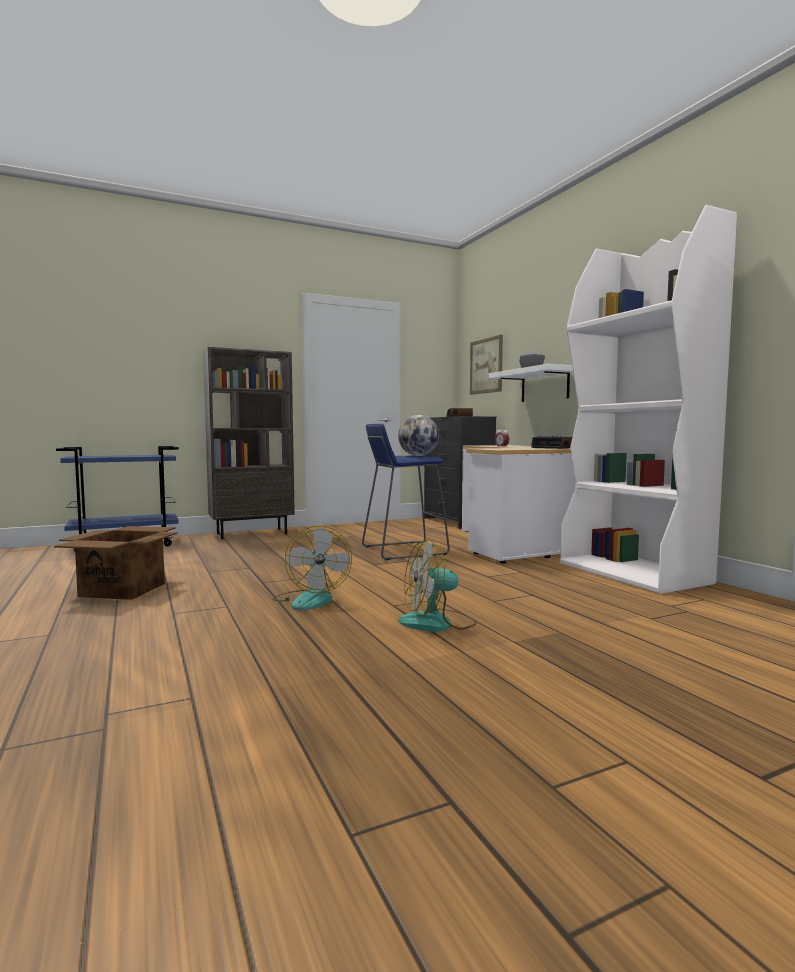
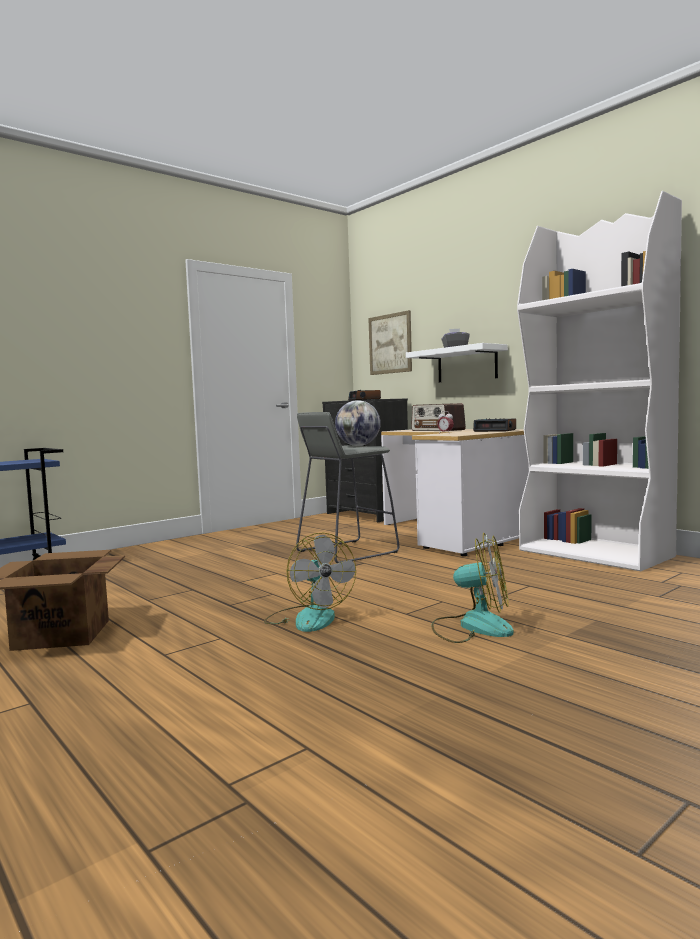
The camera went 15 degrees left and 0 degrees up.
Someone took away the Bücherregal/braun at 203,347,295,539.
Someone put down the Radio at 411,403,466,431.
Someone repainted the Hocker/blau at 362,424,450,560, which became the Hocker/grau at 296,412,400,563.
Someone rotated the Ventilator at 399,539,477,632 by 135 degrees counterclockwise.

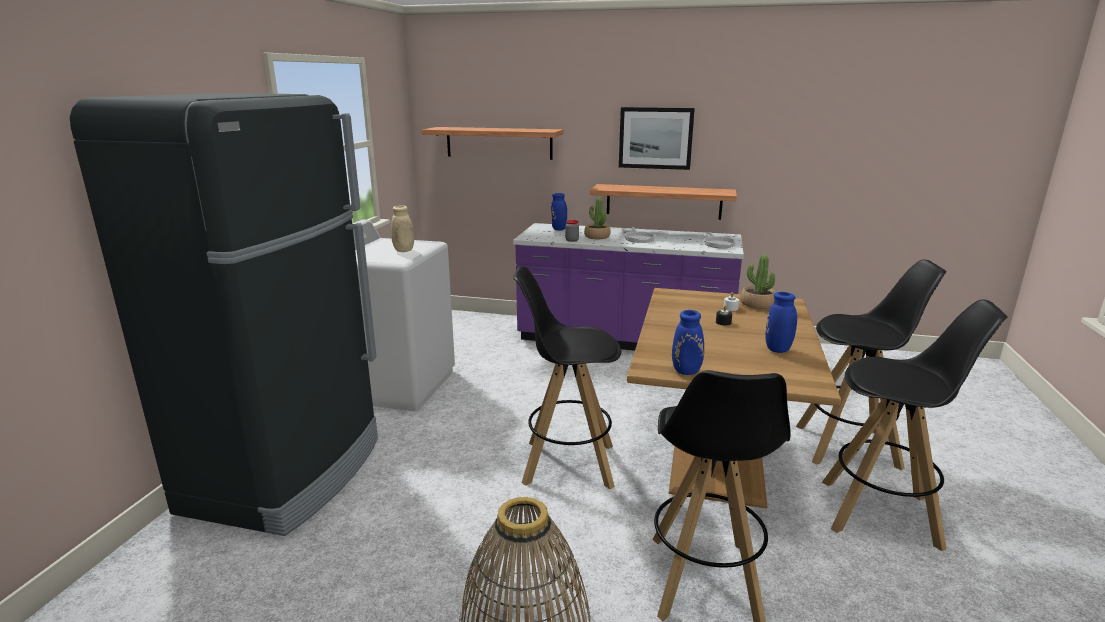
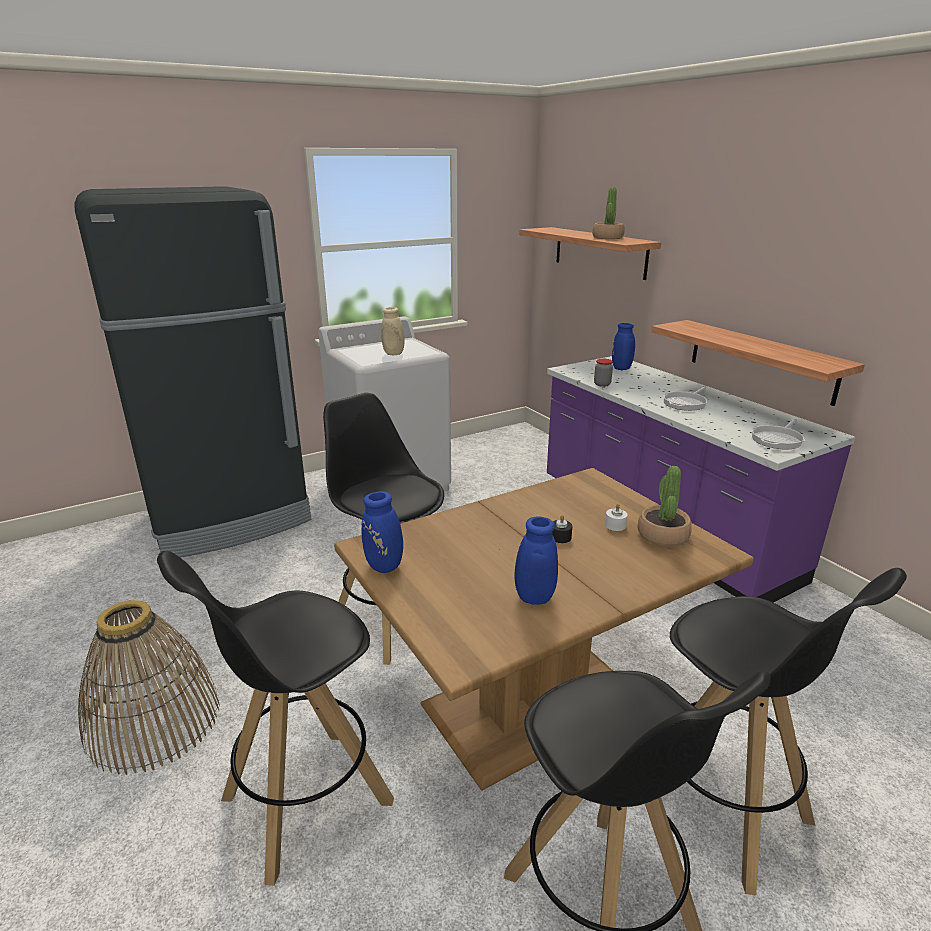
The camera went 45 degrees right and 5 degrees up.
Someone took away the Bild at 619,107,695,170.
Someone carried the Topfpflanze from 584,198,611,239 to 592,187,625,239.

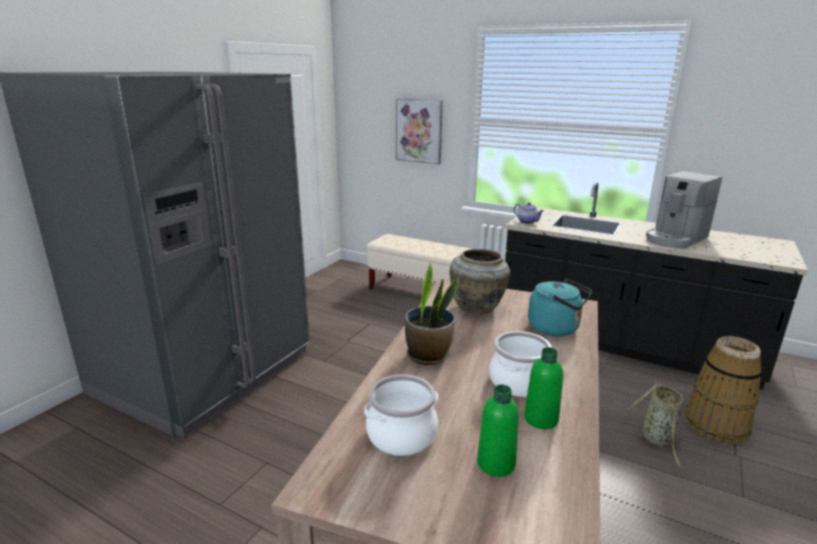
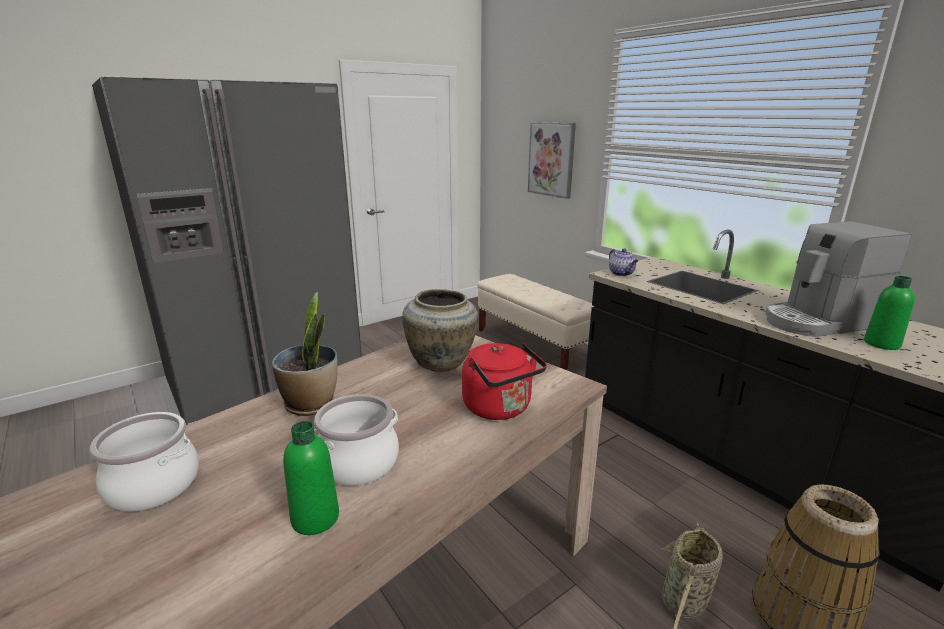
The camera went 25 degrees right and 0 degrees up.
Someone carried the Flasche/grün from 477,384,519,477 to 864,276,915,350.
Someone repainted the Wasserkessel/türkis at 528,278,592,336, which became the Wasserkessel/rot at 462,343,547,420.

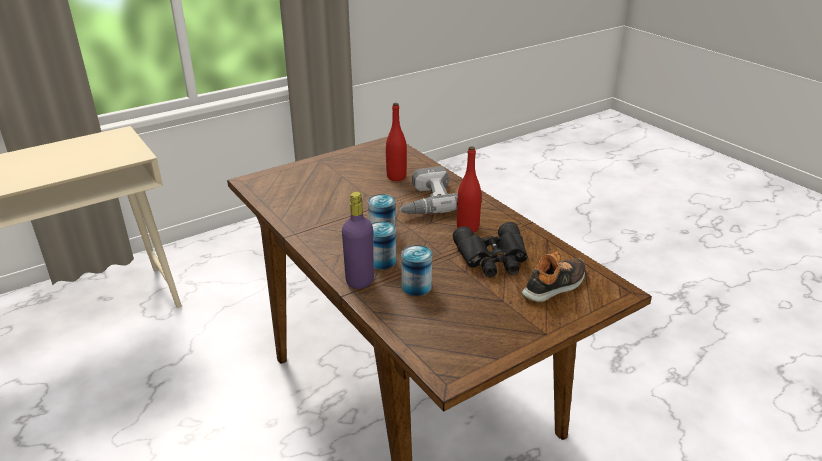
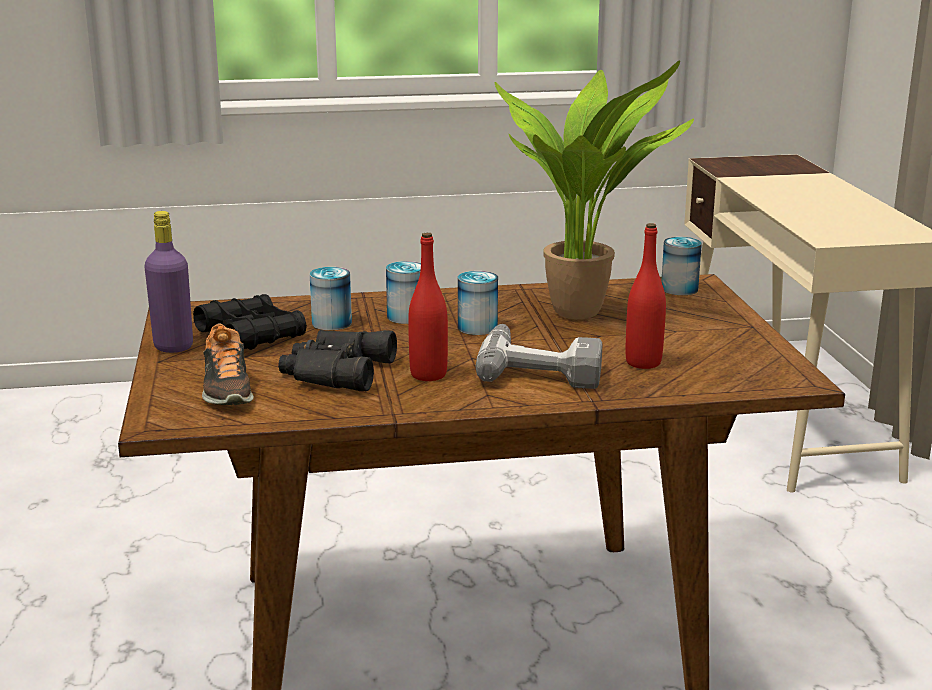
The camera went 115 degrees right and 10 degrees down.
Someone put down the Fernglas/schwarz at 193,294,307,350.
Someone put down the Topfpflanze at 495,60,694,319.
Someone put down the Dose at 661,237,702,295.
Someone carried the Flasche/lila from 342,192,374,289 to 145,211,193,353.

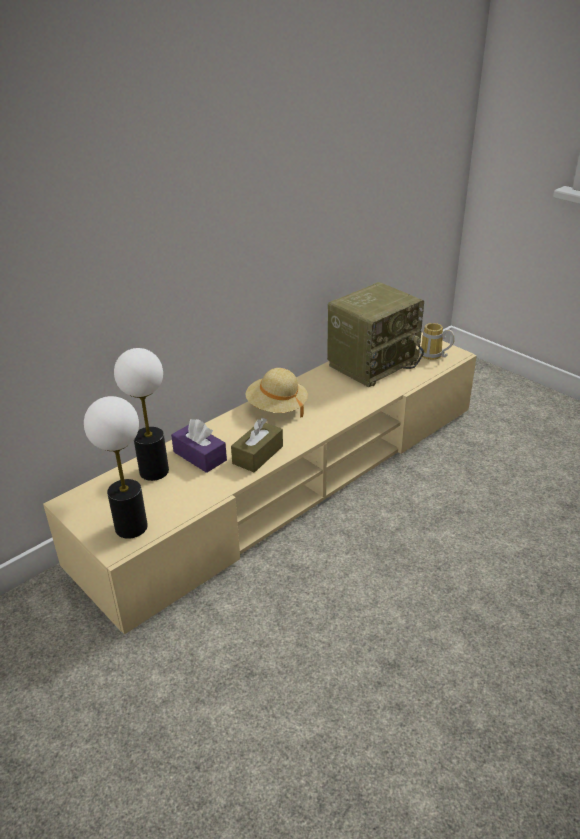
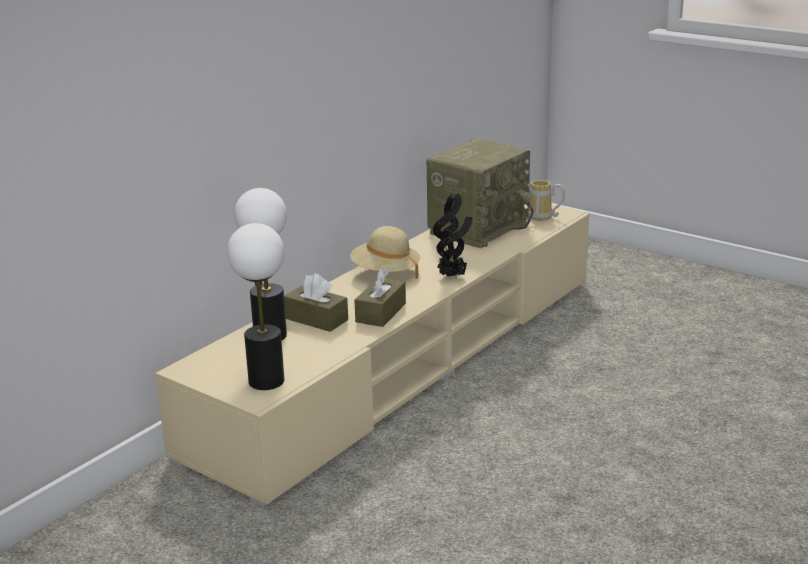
The camera went 10 degrees left and 10 degrees down.
Someone put down the Topfpflanze at 433,193,472,278.
Someone repainted the Taschentuchbox/lila at 171,419,227,473, which became the Taschentuchbox/braun at 284,273,348,332.

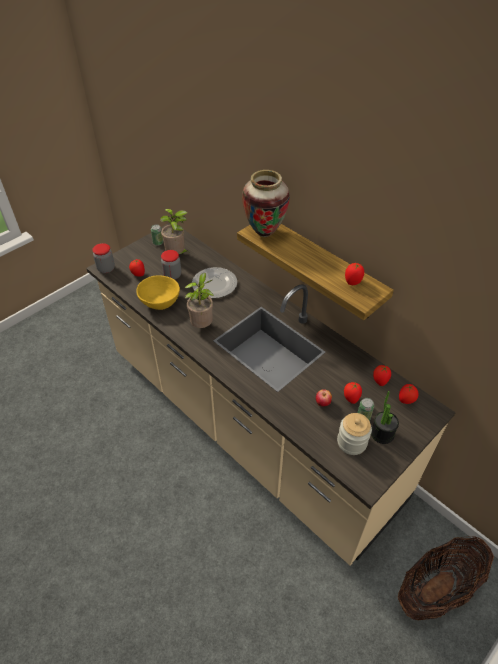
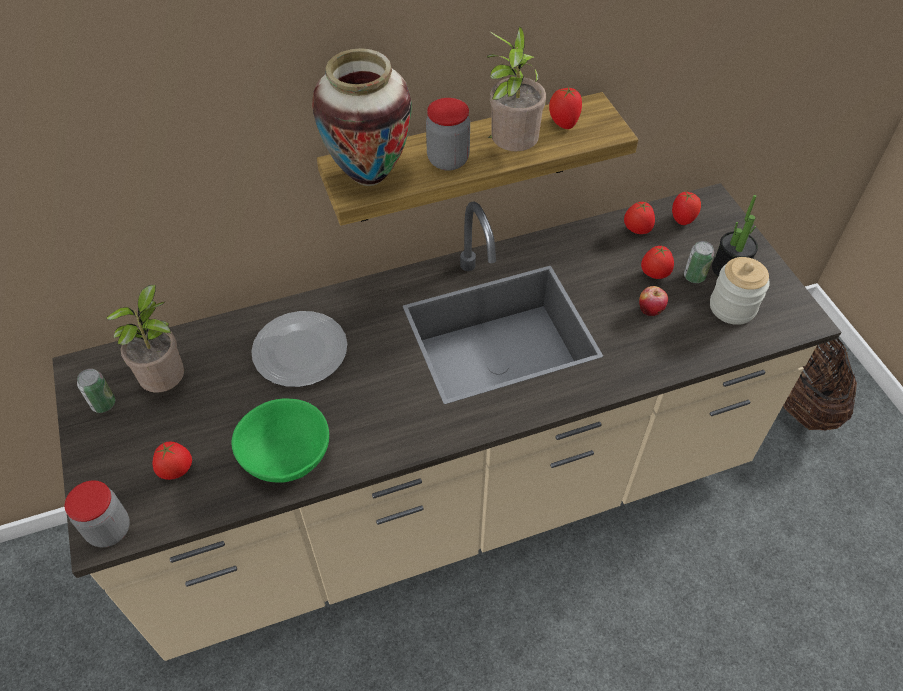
The camera went 65 degrees left and 5 degrees up.
Someone carried the Vorratsglas from 161,250,181,280 to 426,98,470,171.
Someone carried the Topfpflanze from 185,273,214,328 to 487,26,546,152.
Someone repainted the Schüssel/gelb at 136,275,180,310, which became the Schüssel/grün at 231,398,329,482.

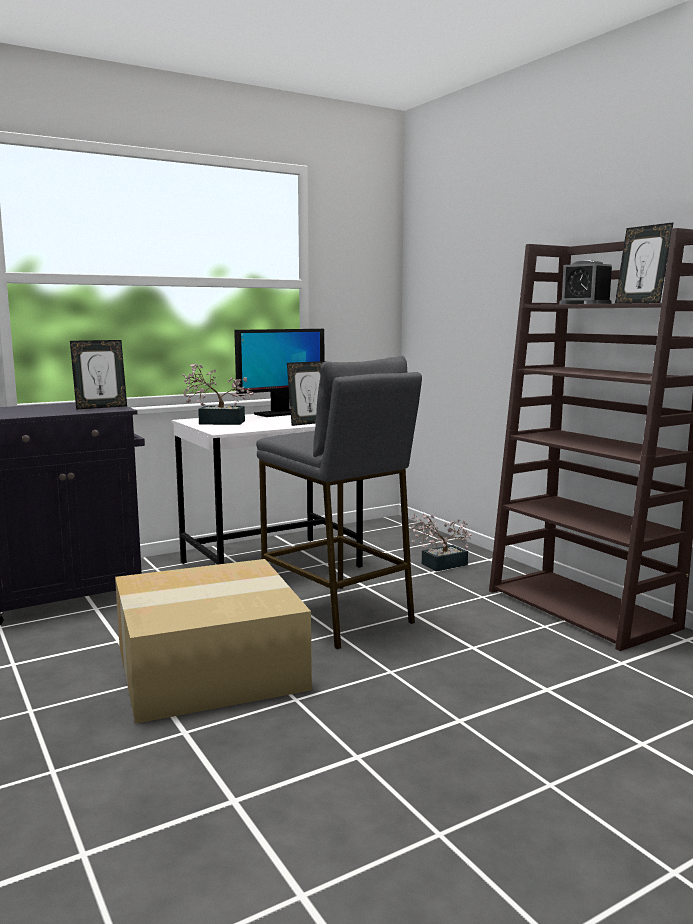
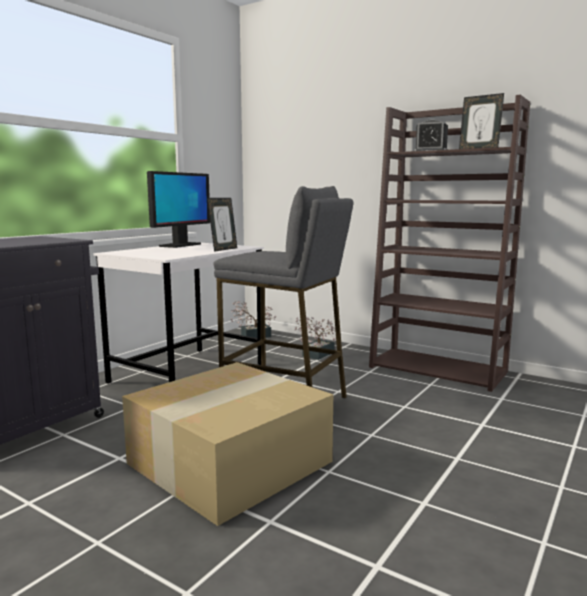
The camera went 25 degrees left and 0 degrees up.
Someone took away the Bilderrahmen at 70,340,127,410.
Someone carried the Topfpflanze from 183,363,254,425 to 231,301,276,338.

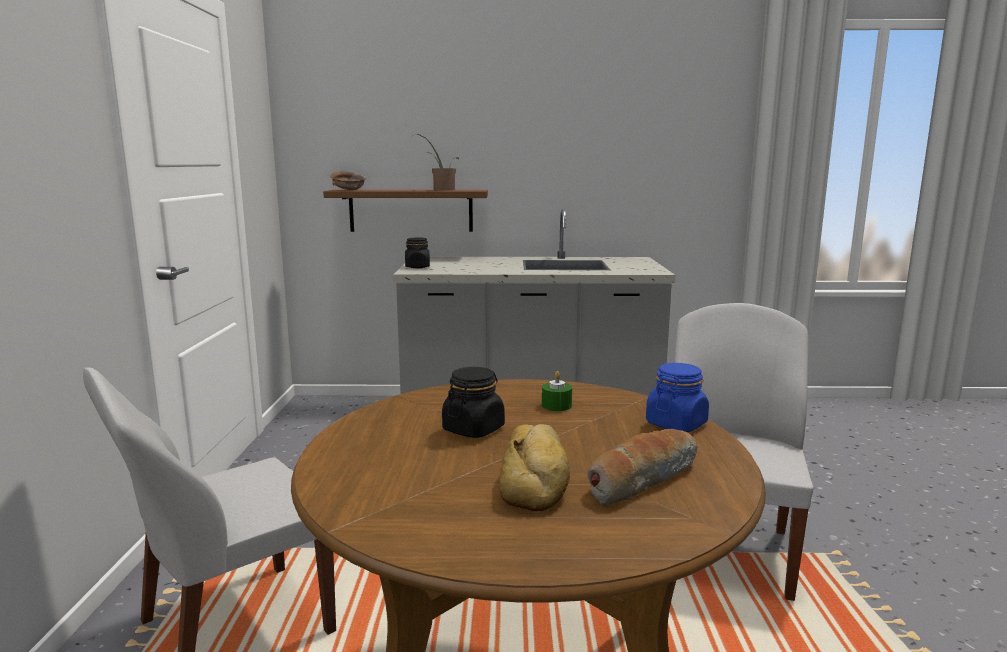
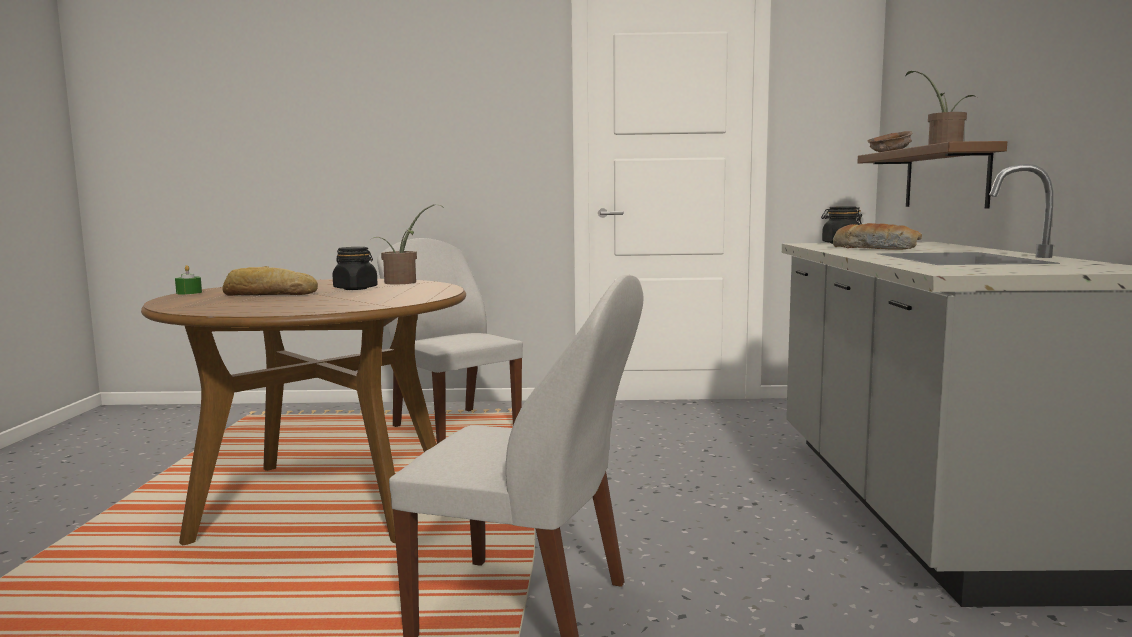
The camera went 90 degrees right and 5 degrees down.
Someone took away the Vorratsglas/blau at 646,363,709,432.
Someone put down the Topfpflanze at 374,204,445,284.
Someone carried the Kerze/grün from 542,371,572,411 to 175,265,202,295.
Someone carried the Brot from 587,429,697,506 to 833,223,922,250.

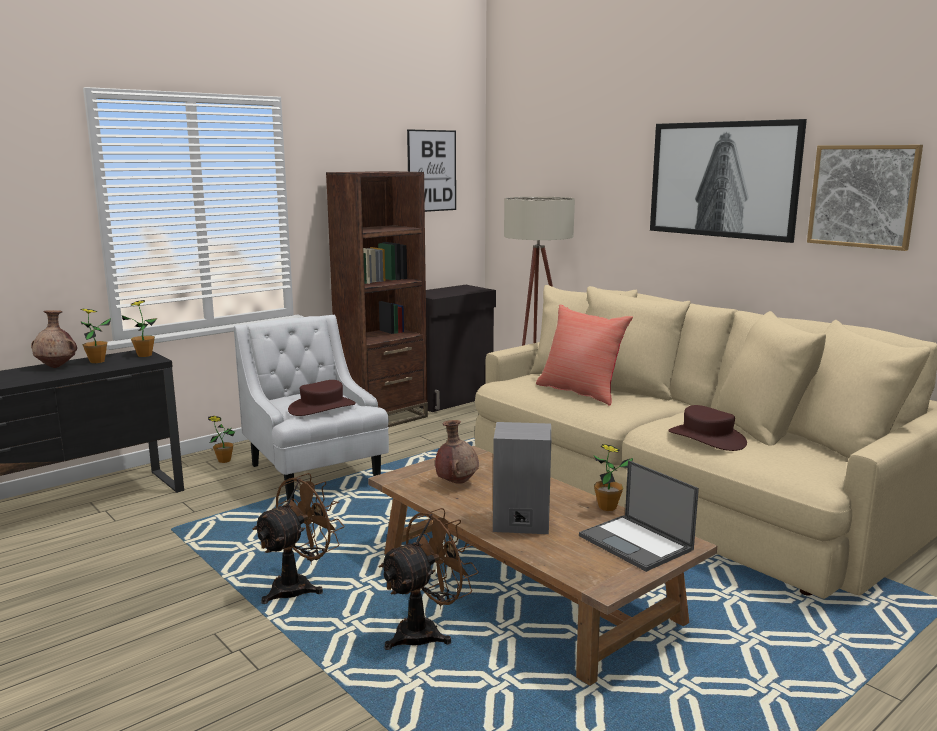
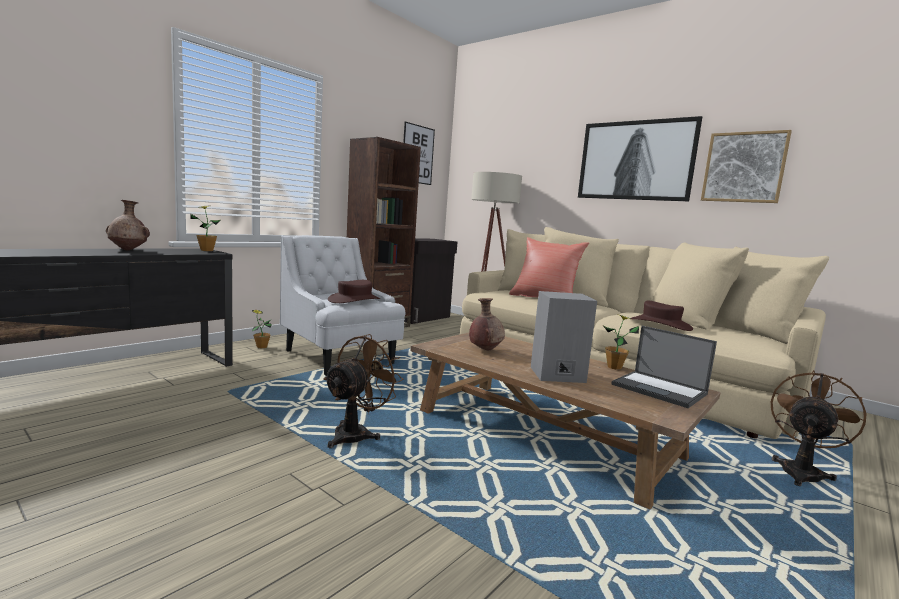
The camera went 10 degrees left and 5 degrees down.
Someone took away the Topfpflanze at 80,309,111,363.
Someone carried the Ventilator/braun from 379,508,479,650 to 771,370,866,486.

